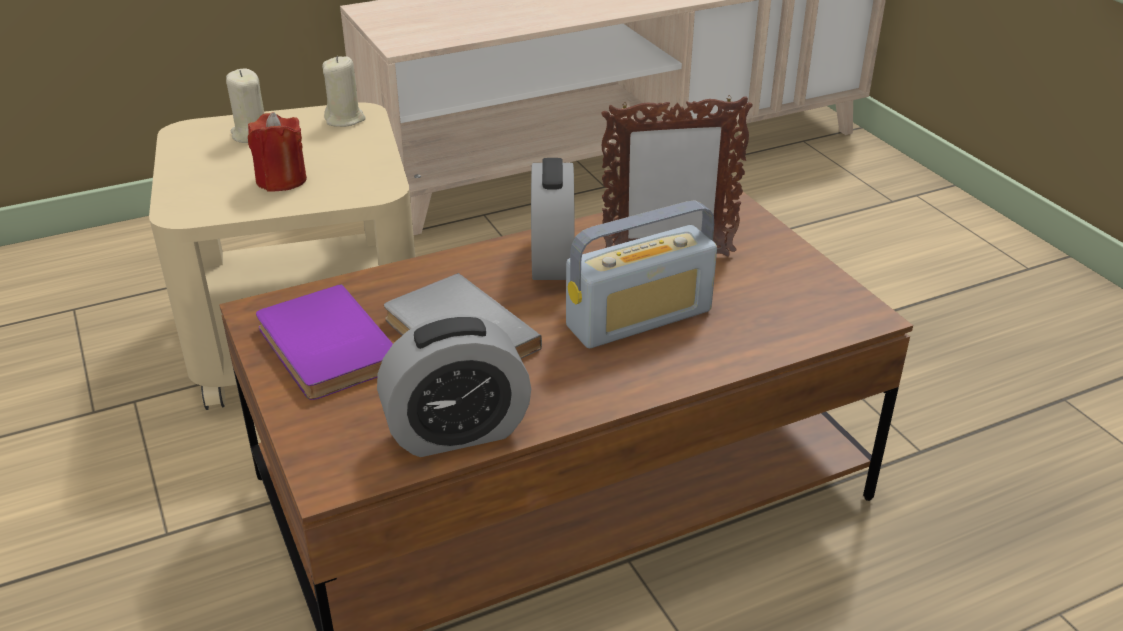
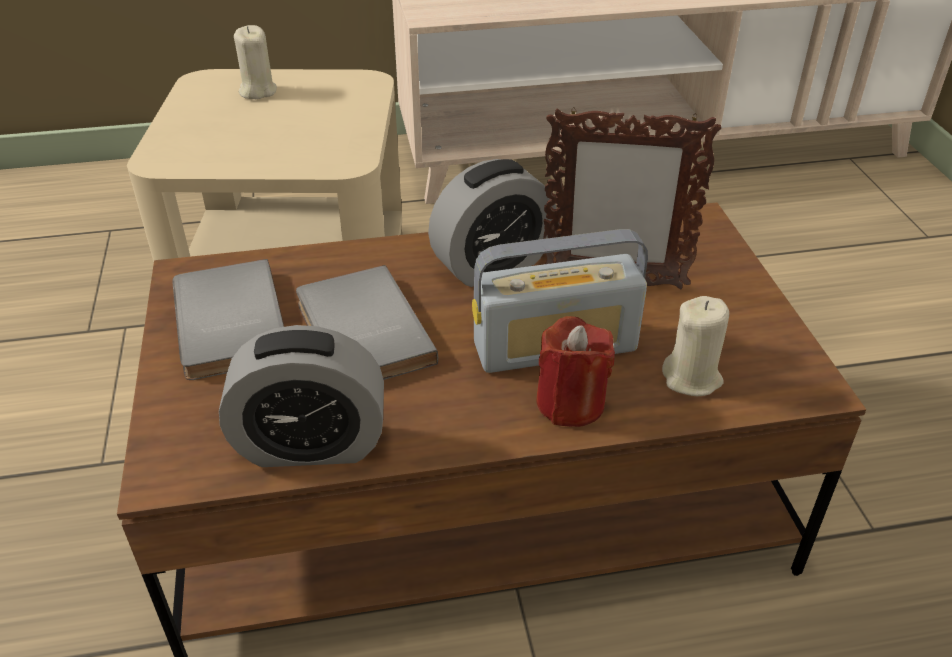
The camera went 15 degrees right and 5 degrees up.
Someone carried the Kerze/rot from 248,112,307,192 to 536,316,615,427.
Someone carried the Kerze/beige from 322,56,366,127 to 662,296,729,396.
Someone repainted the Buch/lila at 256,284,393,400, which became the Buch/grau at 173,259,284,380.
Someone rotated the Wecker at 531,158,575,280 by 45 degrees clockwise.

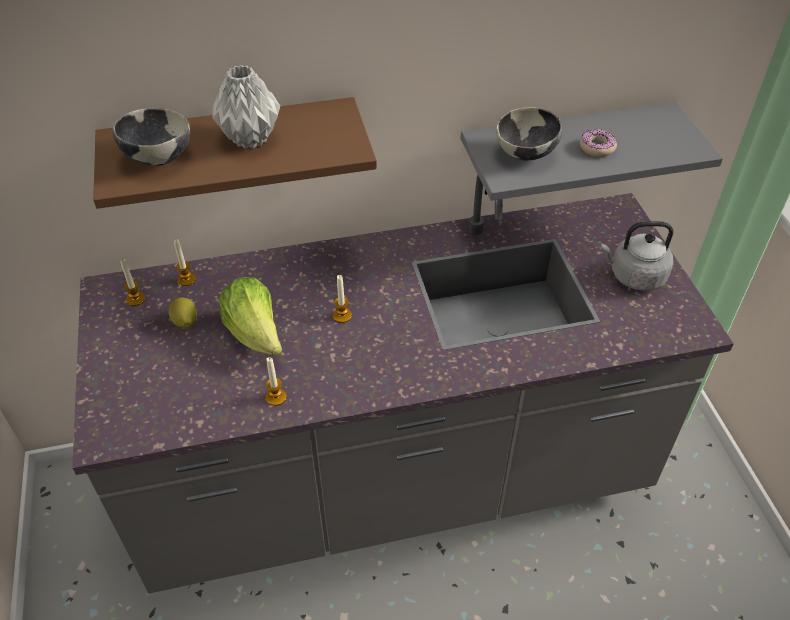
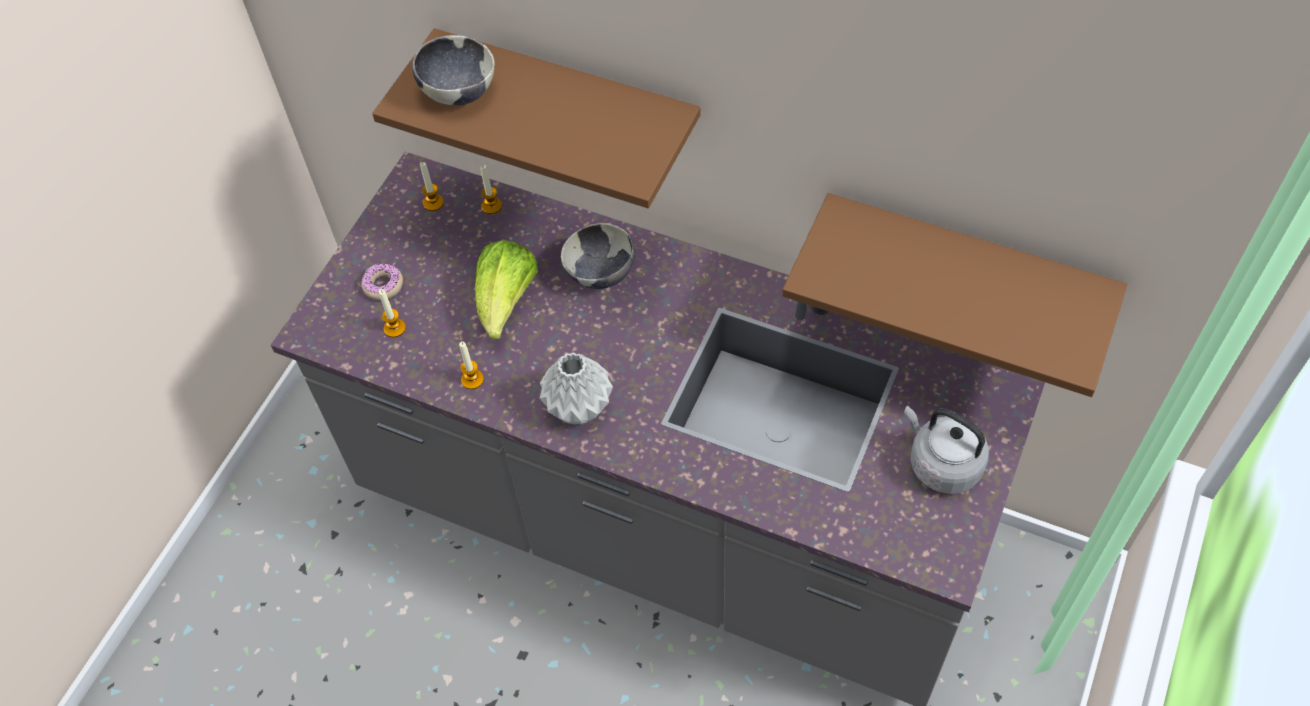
The camera went 40 degrees right and 10 degrees up.
Someone took away the Zitrone at 169,298,197,328.
Someone carried the Vase/grau from 212,65,280,149 to 540,352,613,424.
Someone carried the Kerze from 333,275,352,323 to 379,289,406,337.
Someone carried the Schüssel from 496,107,562,161 to 561,223,635,289.
Someone carried the Donut from 580,129,617,157 to 361,263,403,300.
Someone repainted the Wandregal/grau at 461,102,723,201, which became the Wandregal/braun at 782,193,1127,397.

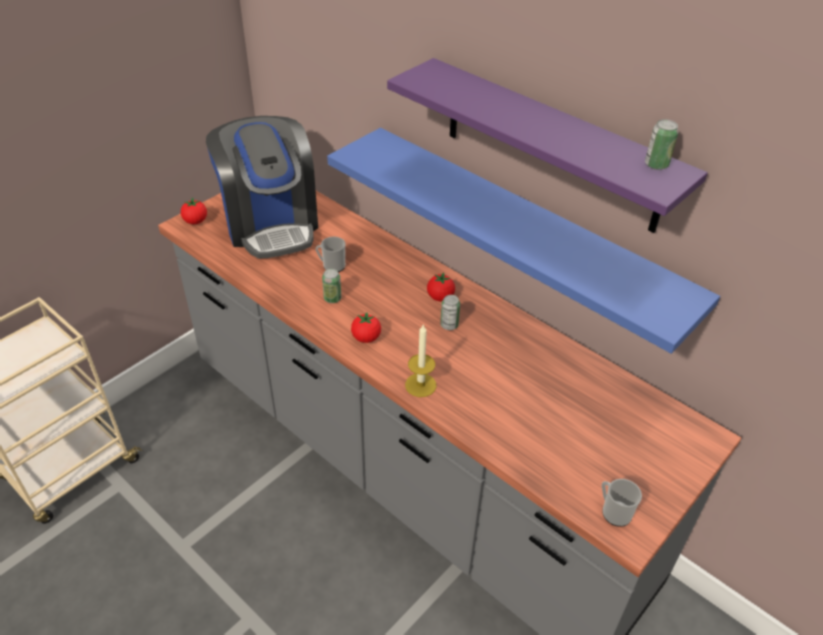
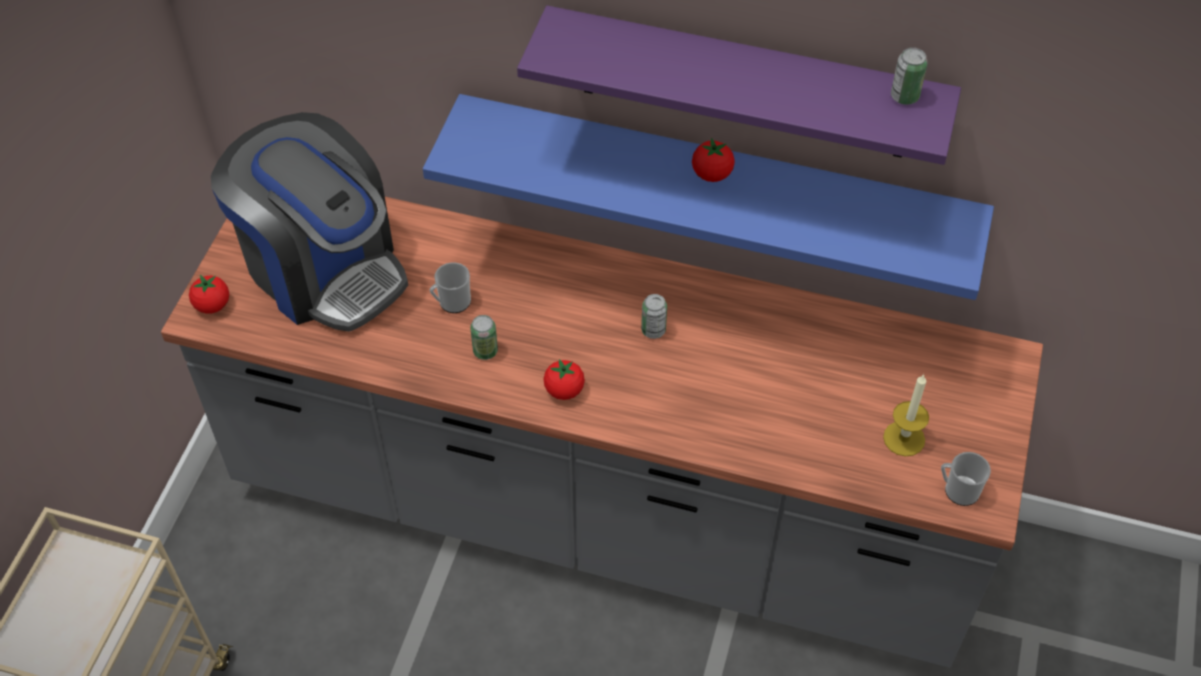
The camera went 25 degrees left and 10 degrees up.
Someone carried the Kerze from 405,325,437,397 to 883,374,929,456.
Someone carried the Tomate from 427,272,455,301 to 692,138,735,182.

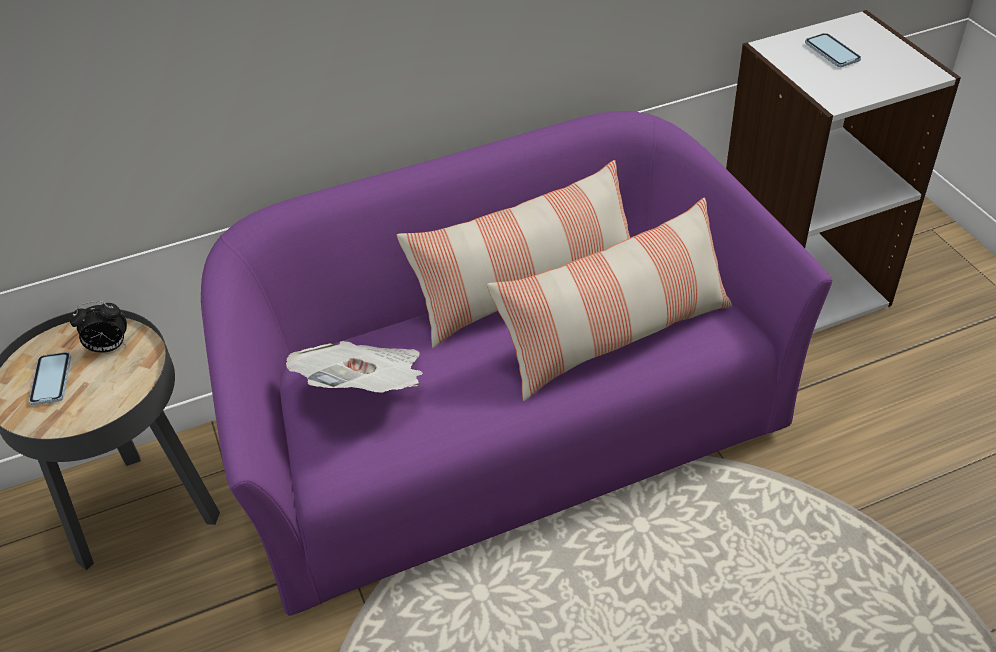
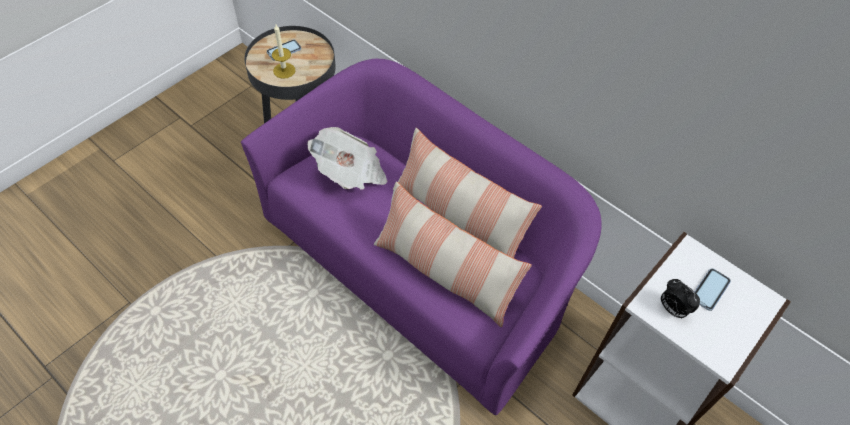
The camera went 60 degrees right and 10 degrees up.
Someone put down the Kerze at 272,25,295,79.
Someone carried the Wecker from 70,301,127,353 to 661,279,700,319.

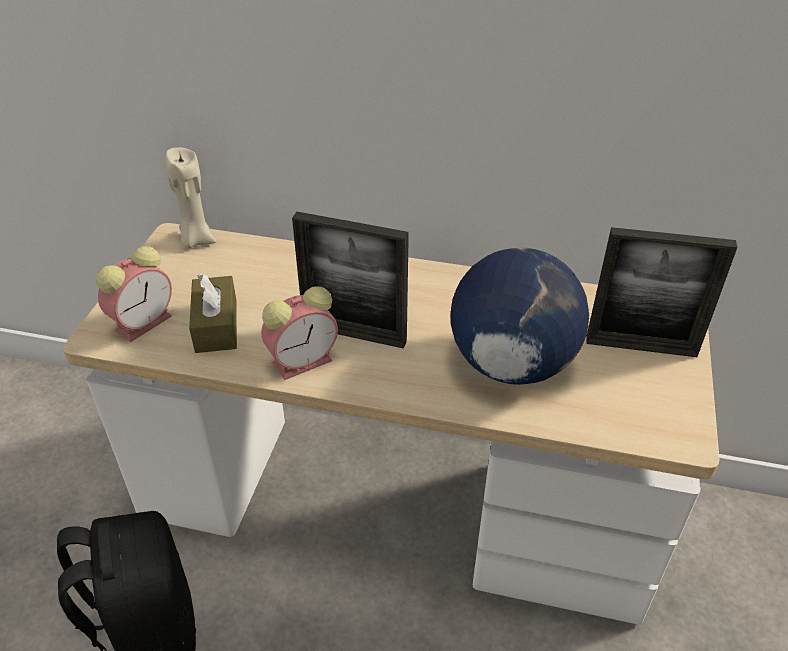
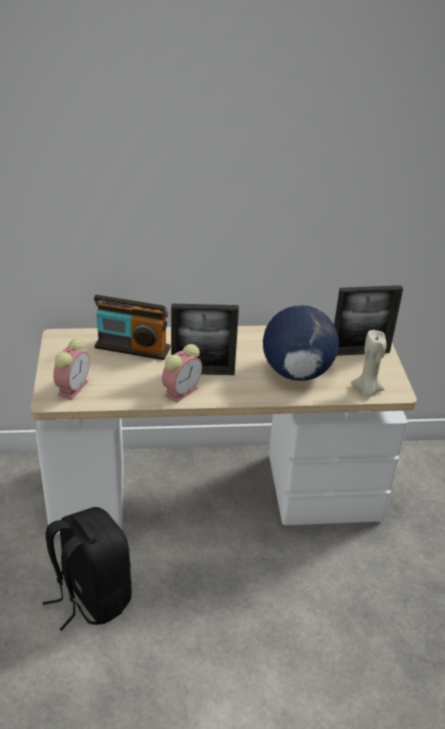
The camera went 20 degrees left and 5 degrees down.
Someone took away the Taschentuchbox/braun at 189,273,237,353.
Someone put down the Radio at 94,295,171,360.
Someone carried the Kerze/beige from 165,147,216,248 to 351,330,387,397.

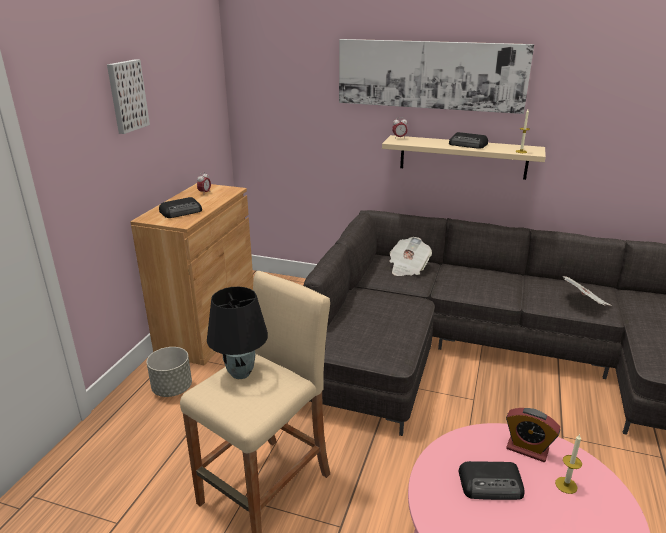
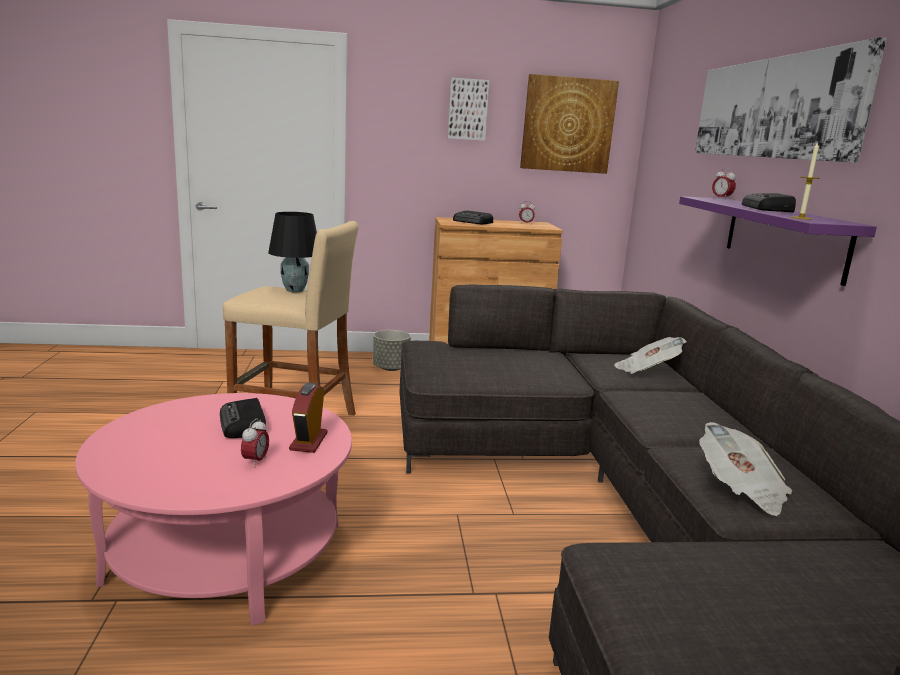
The camera went 65 degrees right and 10 degrees down.
Someone put up the Bild at 520,74,619,174.
Someone swapped the Kerze at 555,434,582,494 for the Wecker at 241,418,269,468.
Someone repainted the Wandregal/beige at 382,135,546,180, which became the Wandregal/lila at 679,196,877,286.

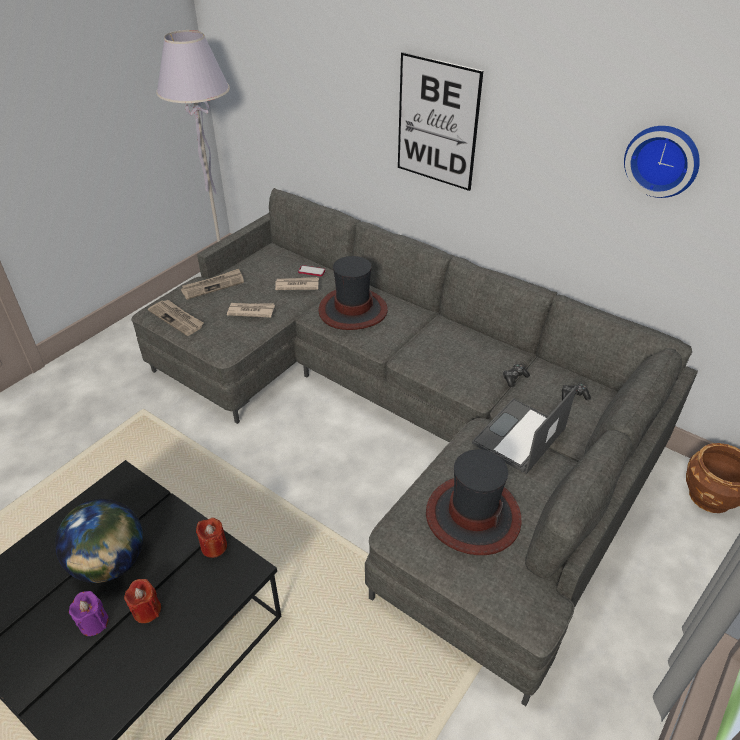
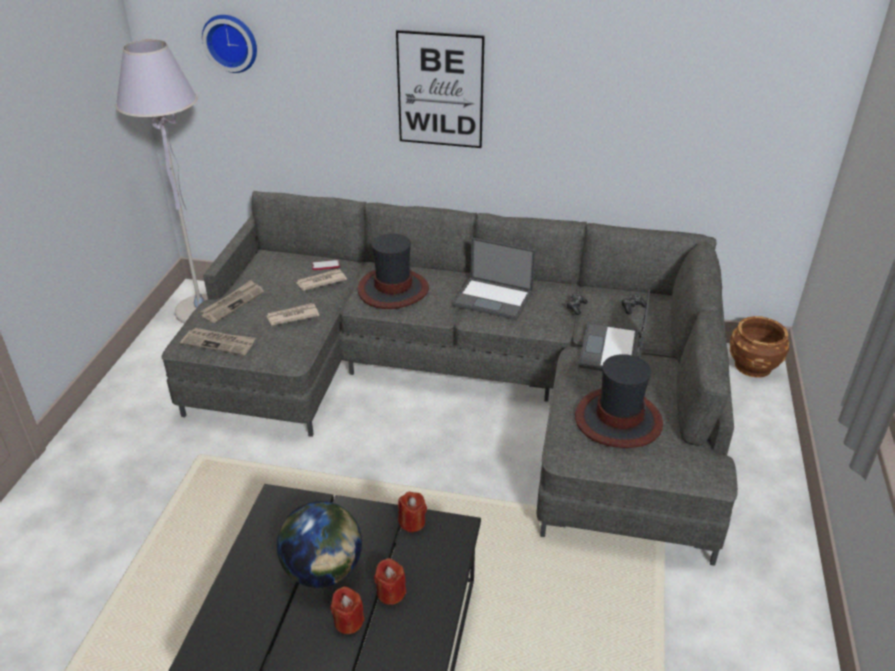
The camera went 25 degrees left and 5 degrees down.
Someone put down the Laptop at 453,238,536,320.
Someone carried the Wanduhr from 624,126,700,198 to 202,15,257,73.
Someone repainted the Kerze/lila at 69,591,108,636, which became the Kerze/rot at 330,586,365,634.

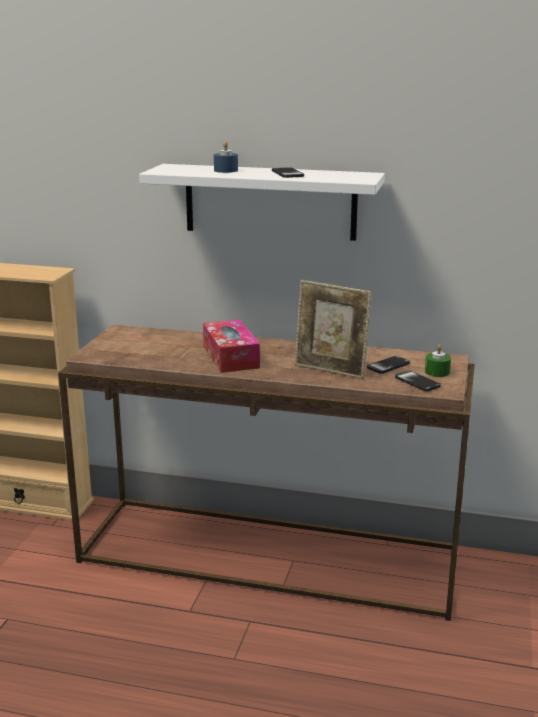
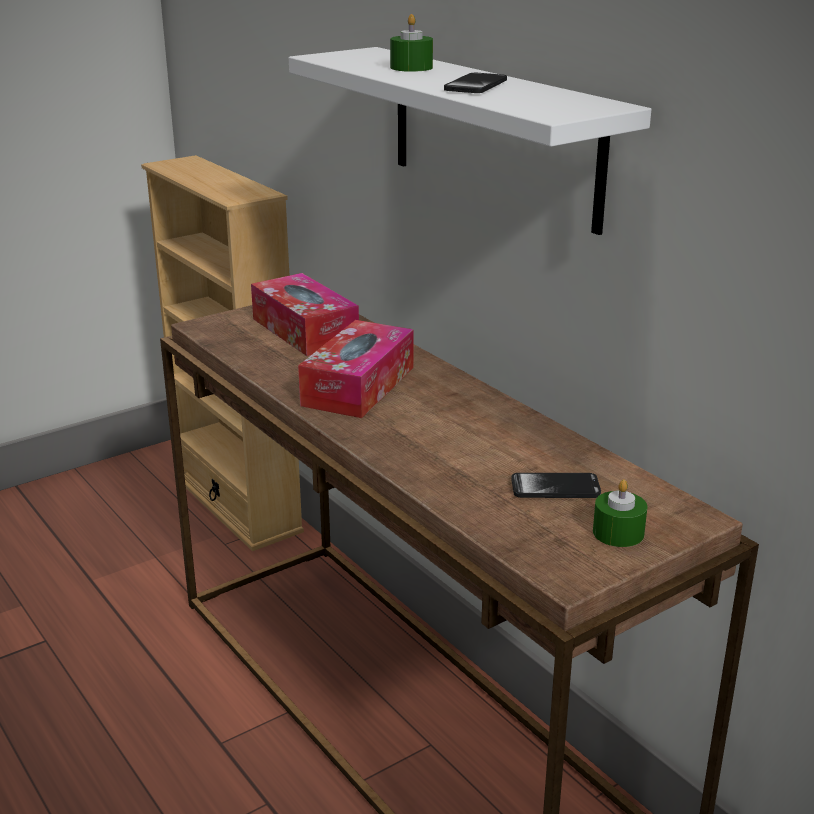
The camera went 40 degrees right and 5 degrees up.
Someone took away the Bilderrahmen at 295,280,372,379.
Someone took away the Handy at 395,371,441,391.
Someone put down the Taschentuchbox at 251,273,359,356.
Someone repainted the Kerze/blau at 214,141,238,173, which became the Kerze/grün at 390,14,433,72.

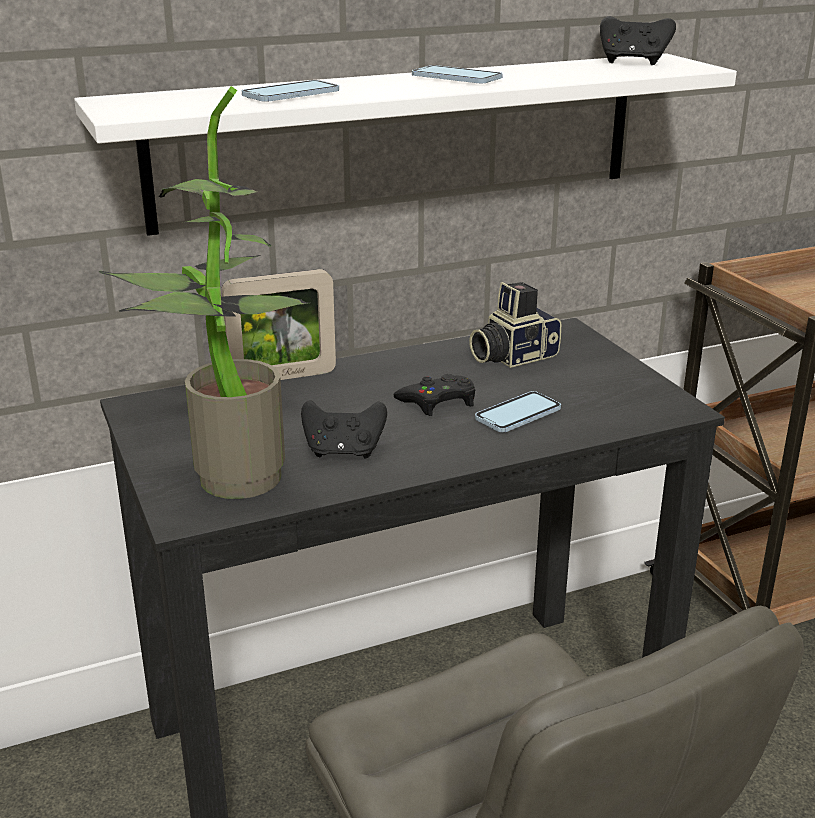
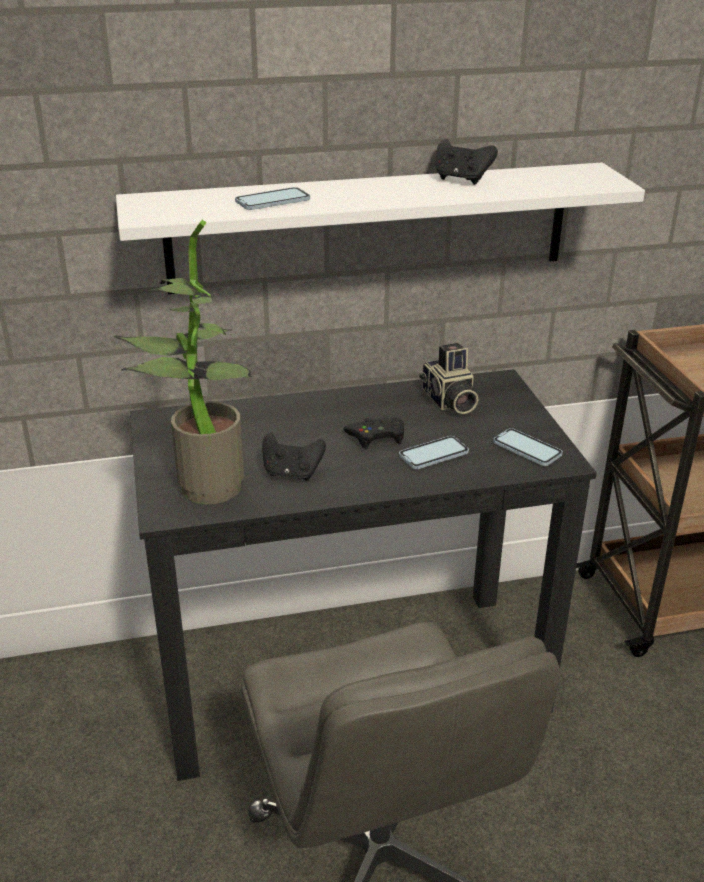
The camera went 10 degrees right and 5 degrees up.
Someone took away the Bilderrahmen at 221,269,336,380.
Someone carried the Handy from 412,65,503,83 to 493,428,563,466.
Someone carried the Gamepad/schwarz from 600,16,676,65 to 436,139,498,185.
Someone rotated the Kamera at 469,282,561,368 by 90 degrees counterclockwise.

